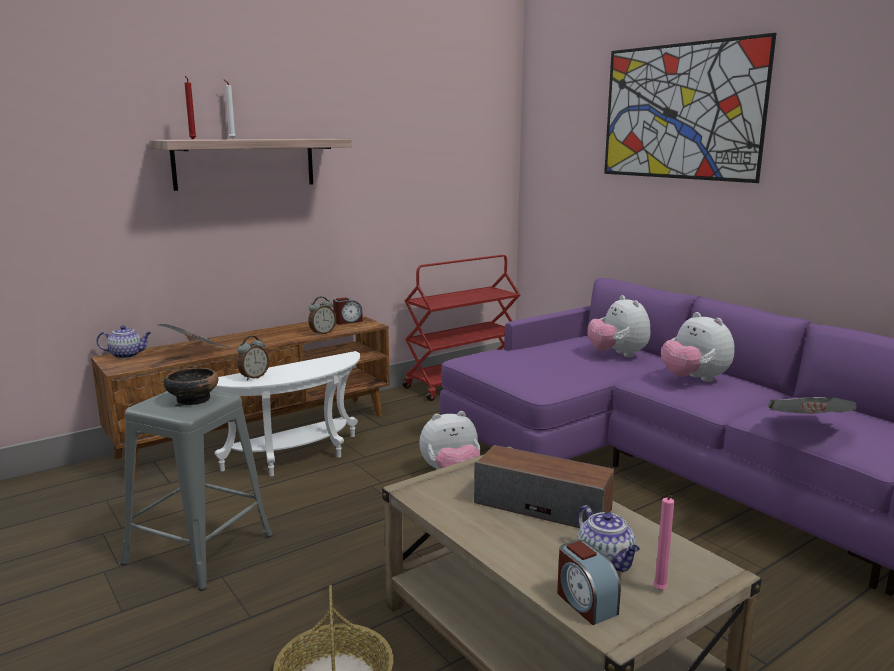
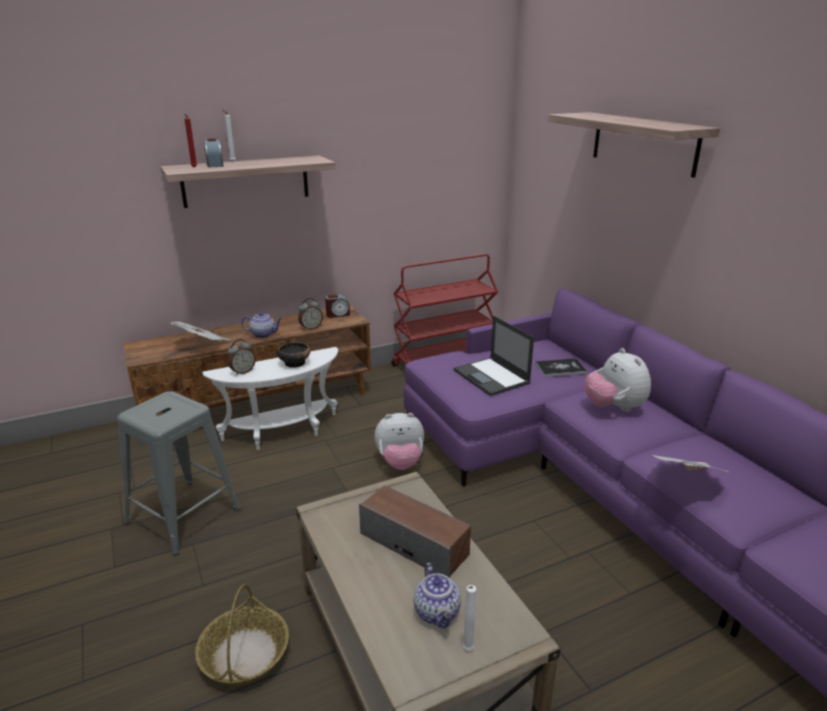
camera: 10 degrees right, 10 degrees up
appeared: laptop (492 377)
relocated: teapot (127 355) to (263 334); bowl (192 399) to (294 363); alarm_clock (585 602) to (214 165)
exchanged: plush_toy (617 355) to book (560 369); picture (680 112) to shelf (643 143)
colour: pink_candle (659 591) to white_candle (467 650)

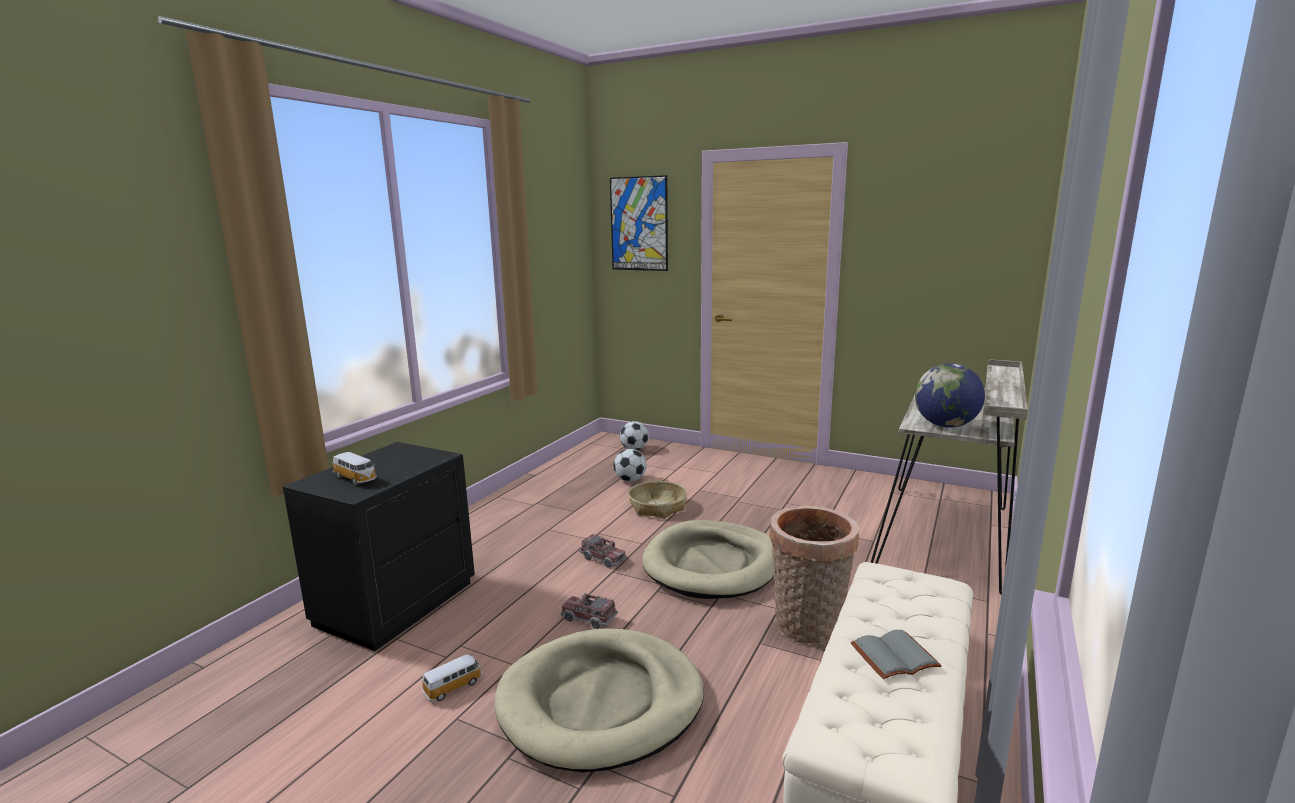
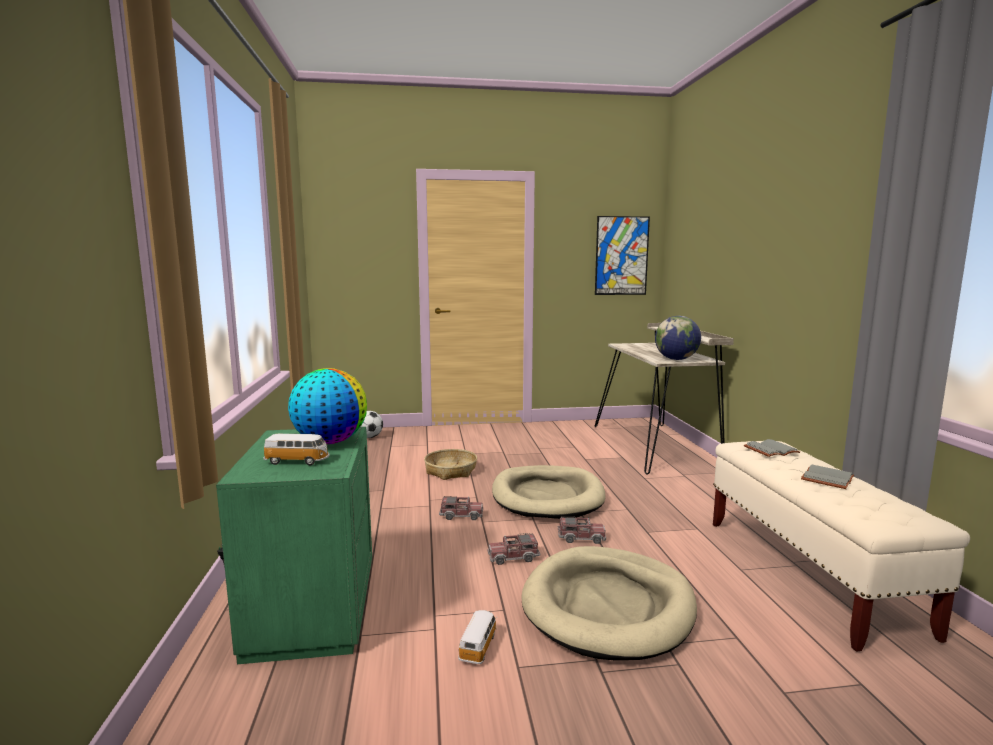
camera: 35 degrees left, 5 degrees down
missing: football (630 480); basket (808 629)
appeared: globe (330 442); toy_truck (581 538); grey_book (770 450)
relocated: picture (639 224) to (621 256)
colour: black_nightstand (394 603) to green_nightstand (310 609)

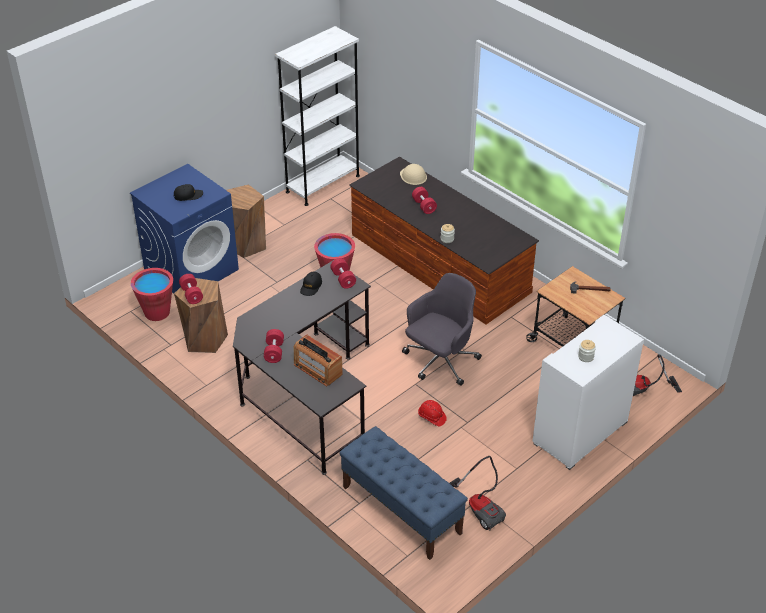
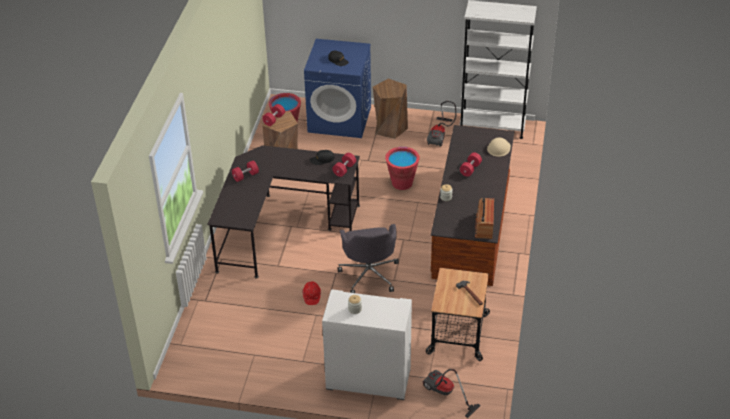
camera: 55 degrees right, 0 degrees up
missing: blue_bench (401 510)
relocated: radio (317 369) to (484 225); vacuum_cleaner (479 508) to (440 135)
spun: grey_office_chair (440 362) = (369 274) 75 degrees clockwise

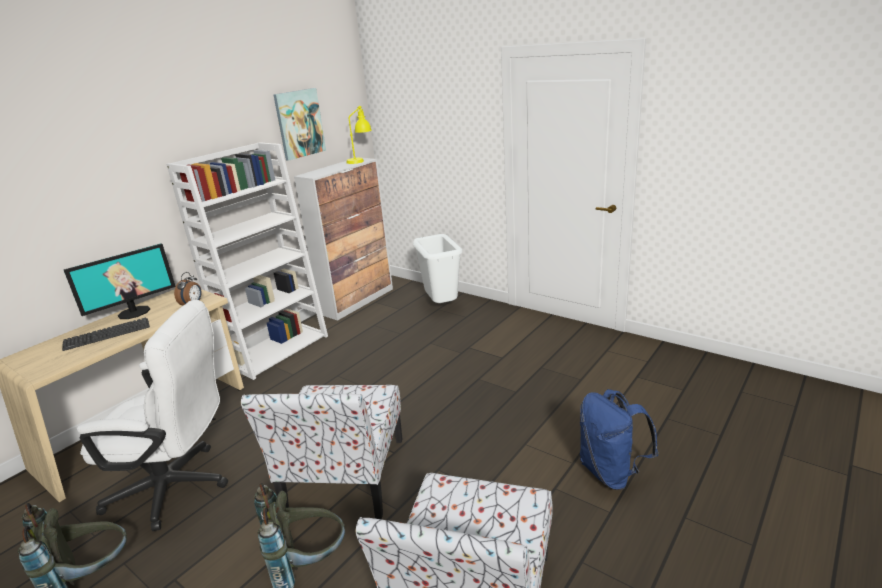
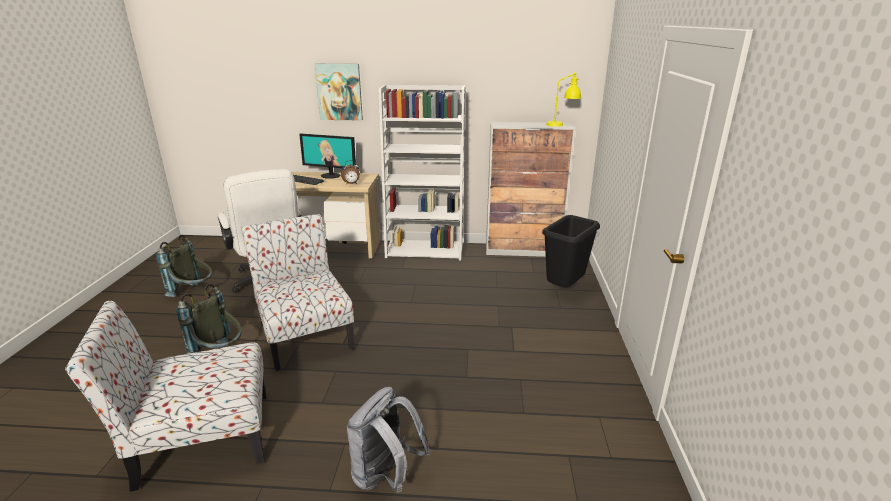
camera: 55 degrees right, 0 degrees up
relocated: picture (299 123) to (339 92)
colour: white_trash_can (441 305) to black_trash_can (564 288); blue_backpack (611 472) to grey_backpack (386 476)
spun: chair (345 478) = (305 334) 90 degrees clockwise

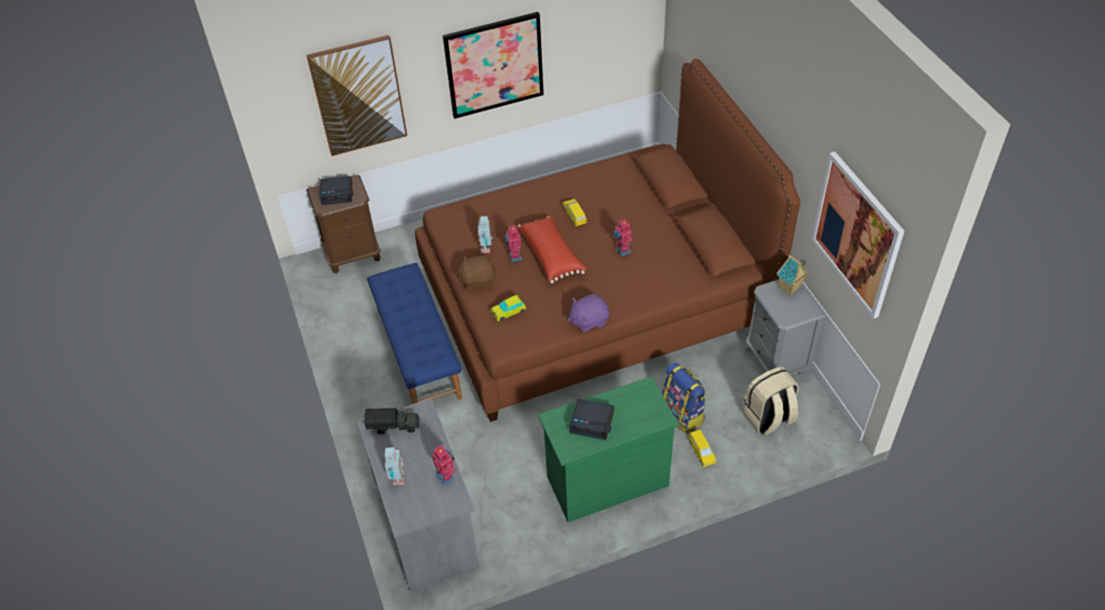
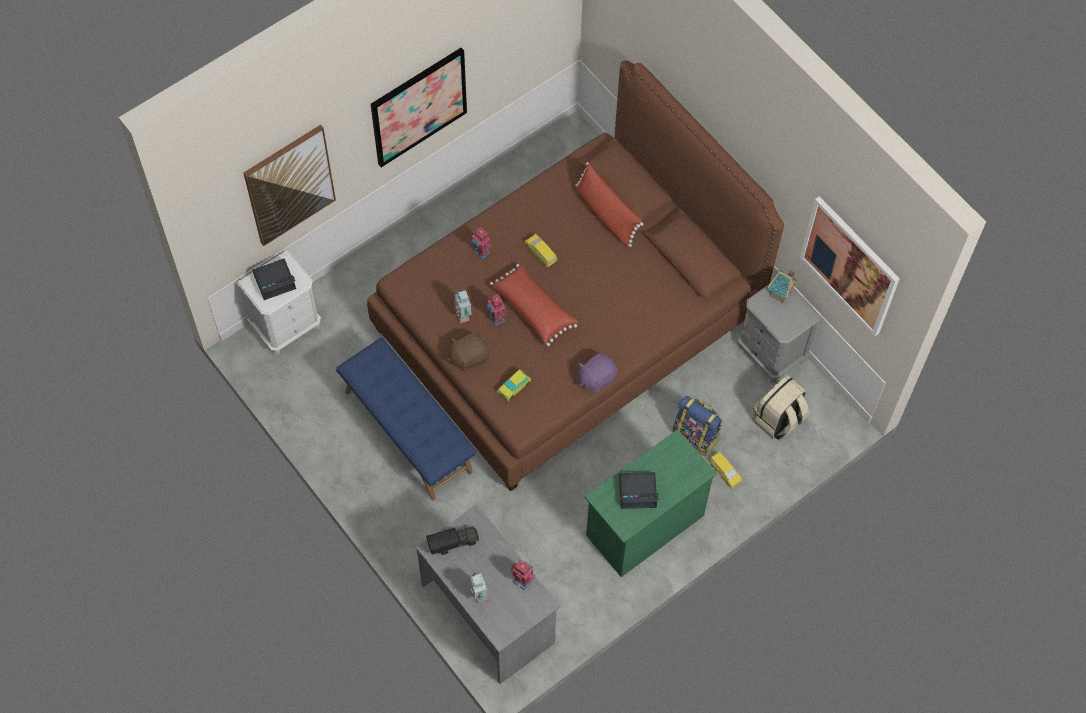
camera: 20 degrees left, 15 degrees up
appeared: red_pillow (606 214)
relocated: toy_robot (622 251) to (481 253)
colour: brown_nightstand (353 254) to white_nightstand (286 326)

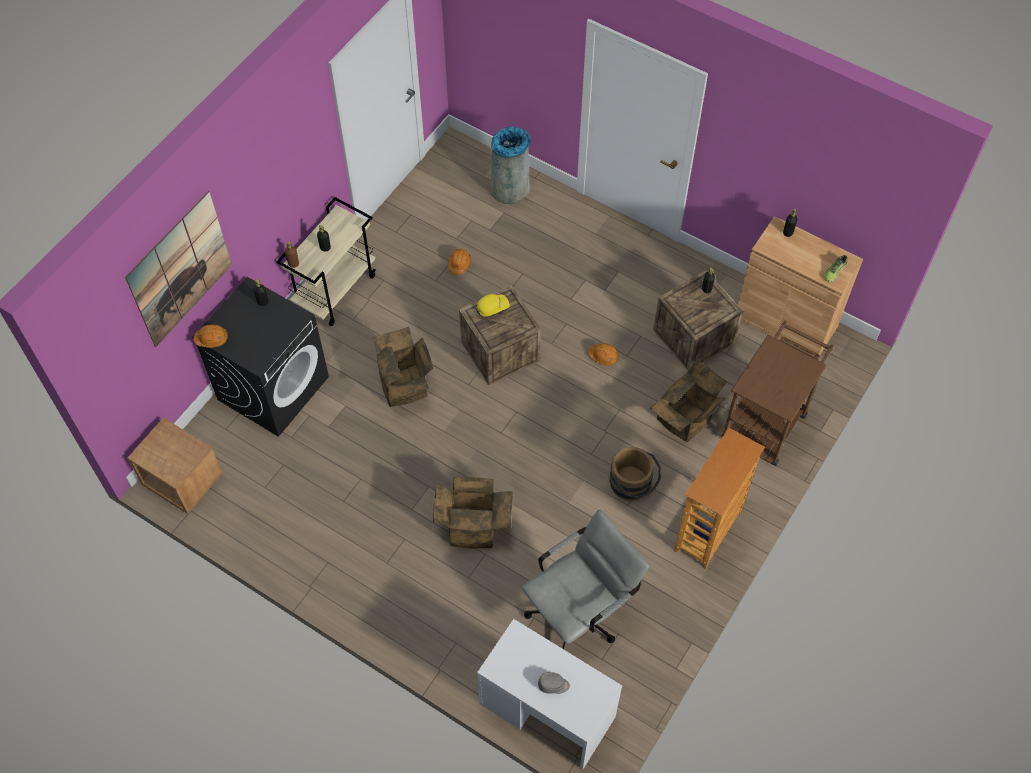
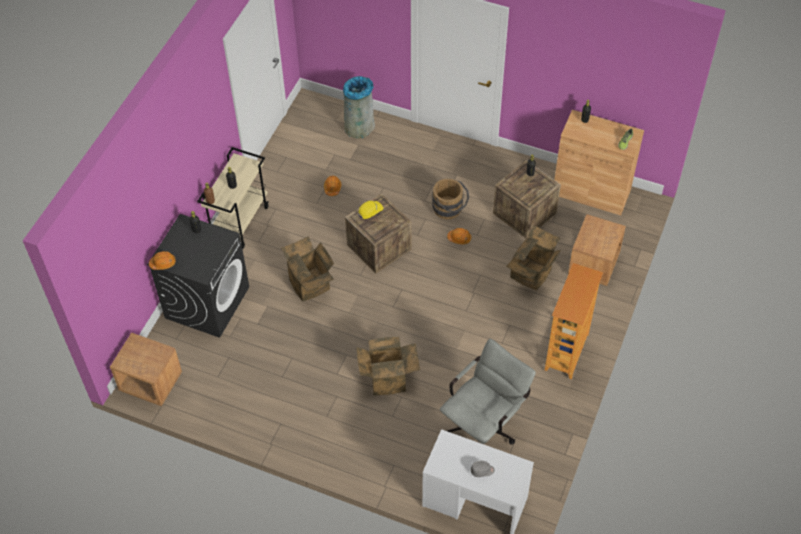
camera: 10 degrees left, 5 degrees down
missing: picture (180 269)
relocated: brown_bucket (632 486) to (449 209)
exchanged: brown_cart (767 420) to brown_nightstand (593 264)

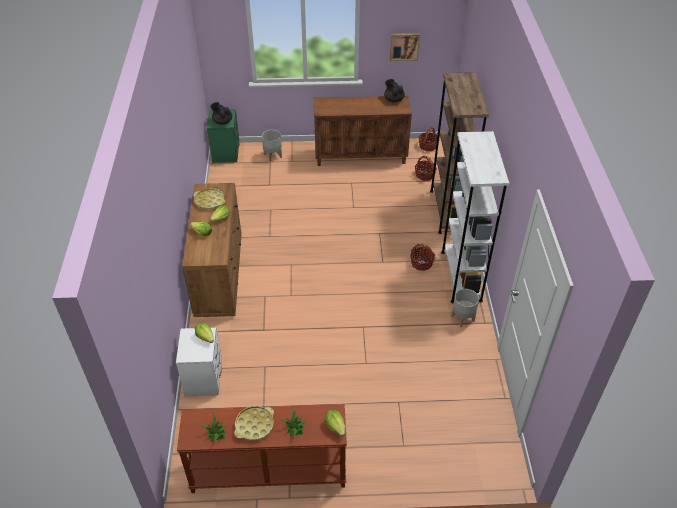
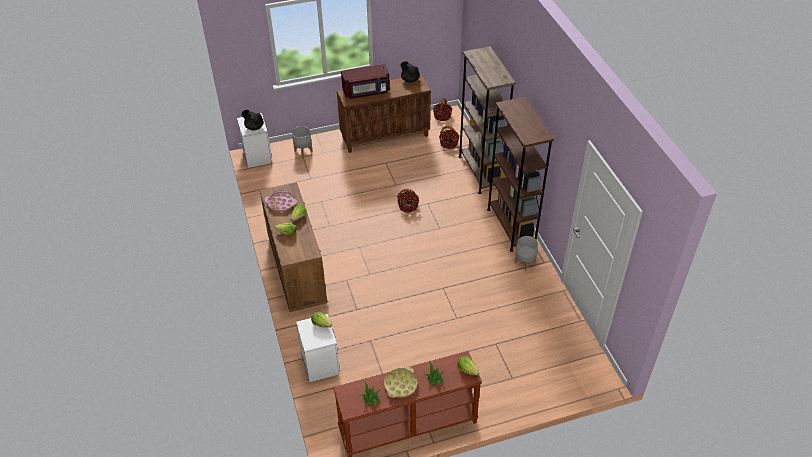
camera: 15 degrees left, 0 degrees up
missing: picture (404 46)
appeared: red_microwave (366 91)
relocated: basket (421 263) to (408 206)
colour: yellow_tray (209 201) to pink_tray (281 203); green_nightstand (226 152) to white_nightstand (257 155); white_bookcase (461 276) to brown_bookcase (511 227)

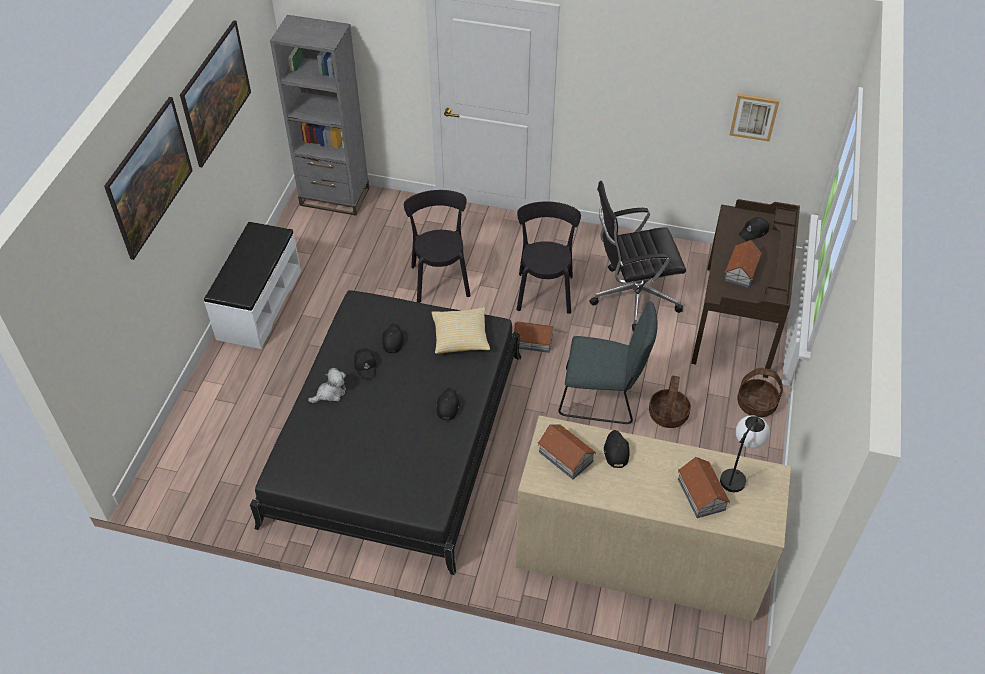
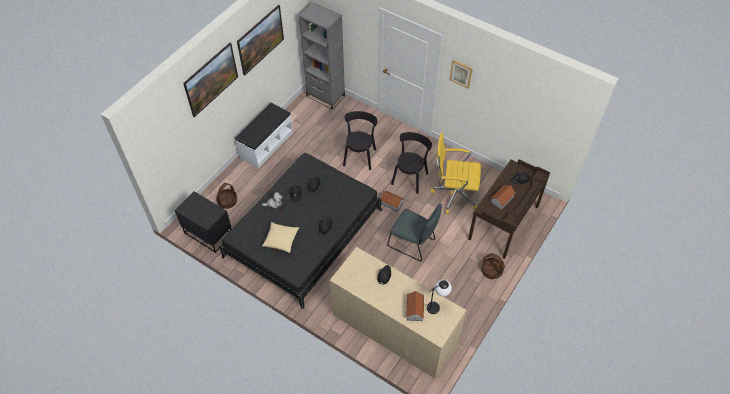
camera: 20 degrees right, 5 degrees up
missing: toy_house (566 457)
appeared: black_nightstand (208 233)
relocated: pillow (460 338) to (281 240); basket (668 414) to (227 201); picture (754 116) to (461 73)
colour: black_office_chair (632 297) to yellow_office_chair (454 194)

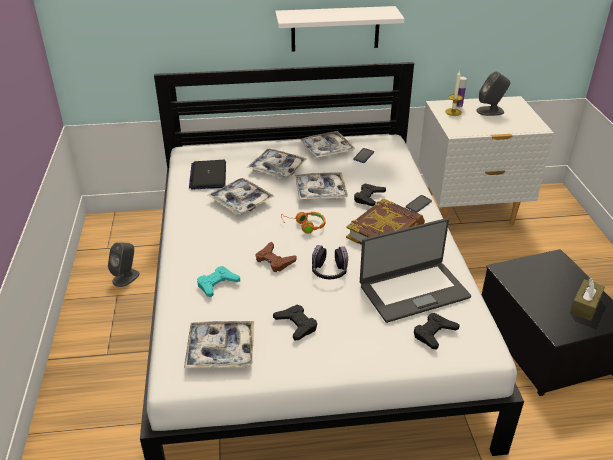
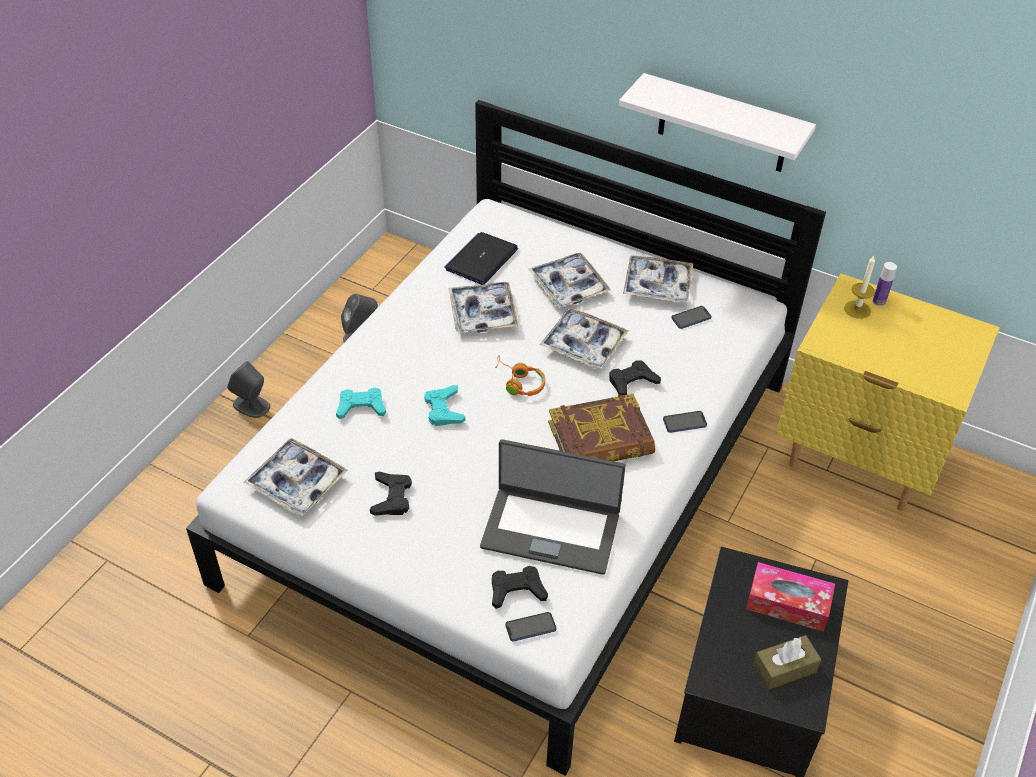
camera: 35 degrees right, 10 degrees up
missing: headphones (329 272)
appeared: phone (530 627); tissue_box (787 604)
relocated: grey_speaker (490 111) to (252 405)
colour: brown_game_controller (274 260) to turquoise_game_controller (444 410); white_nightstand (470 212) to yellow_nightstand (857 460)

